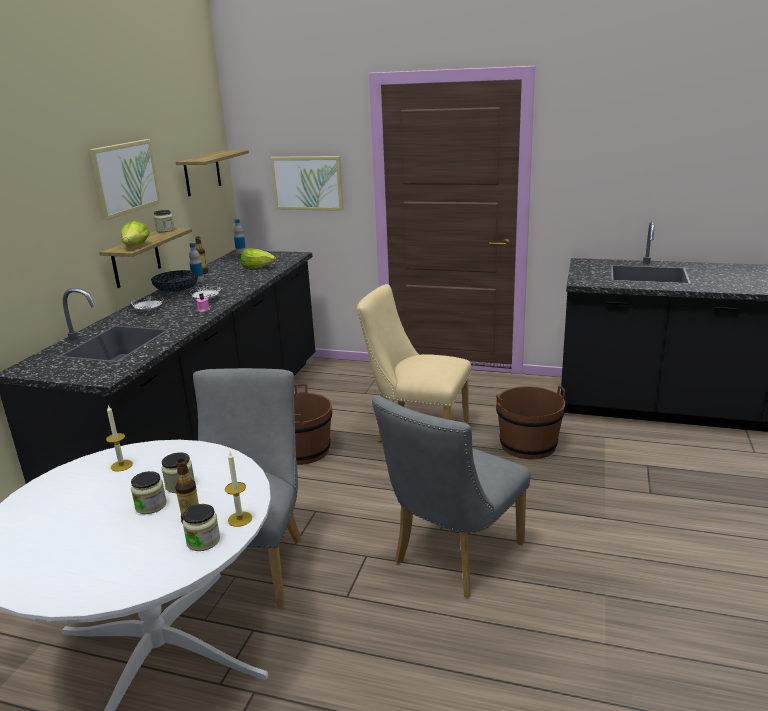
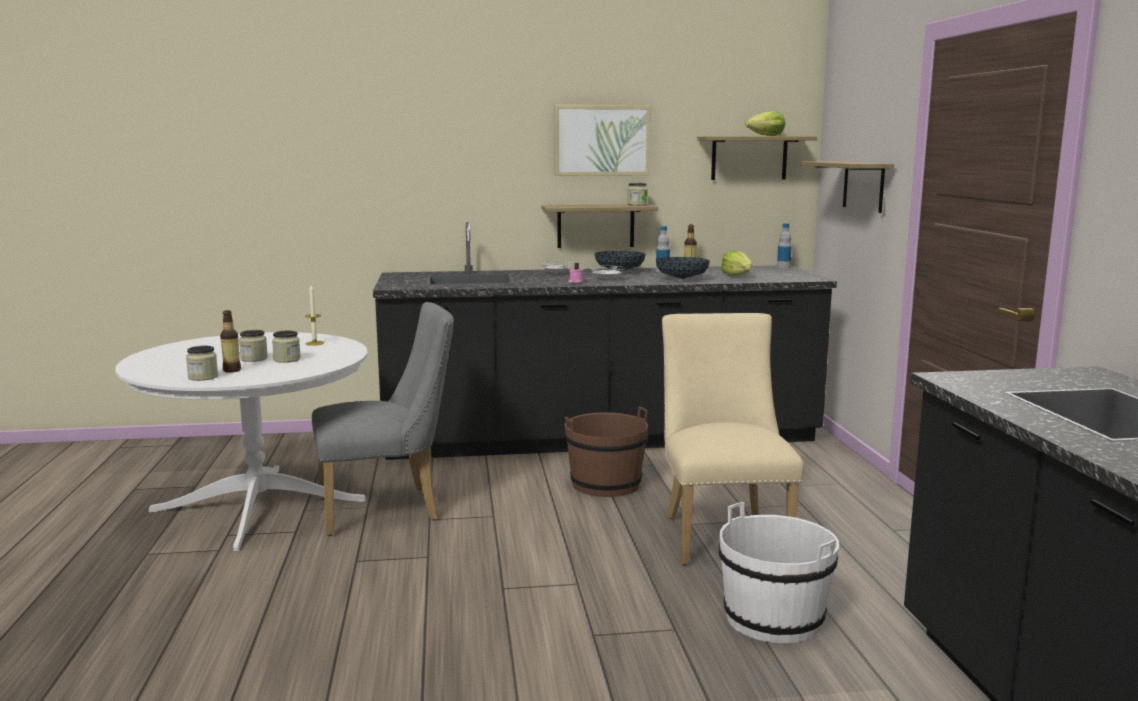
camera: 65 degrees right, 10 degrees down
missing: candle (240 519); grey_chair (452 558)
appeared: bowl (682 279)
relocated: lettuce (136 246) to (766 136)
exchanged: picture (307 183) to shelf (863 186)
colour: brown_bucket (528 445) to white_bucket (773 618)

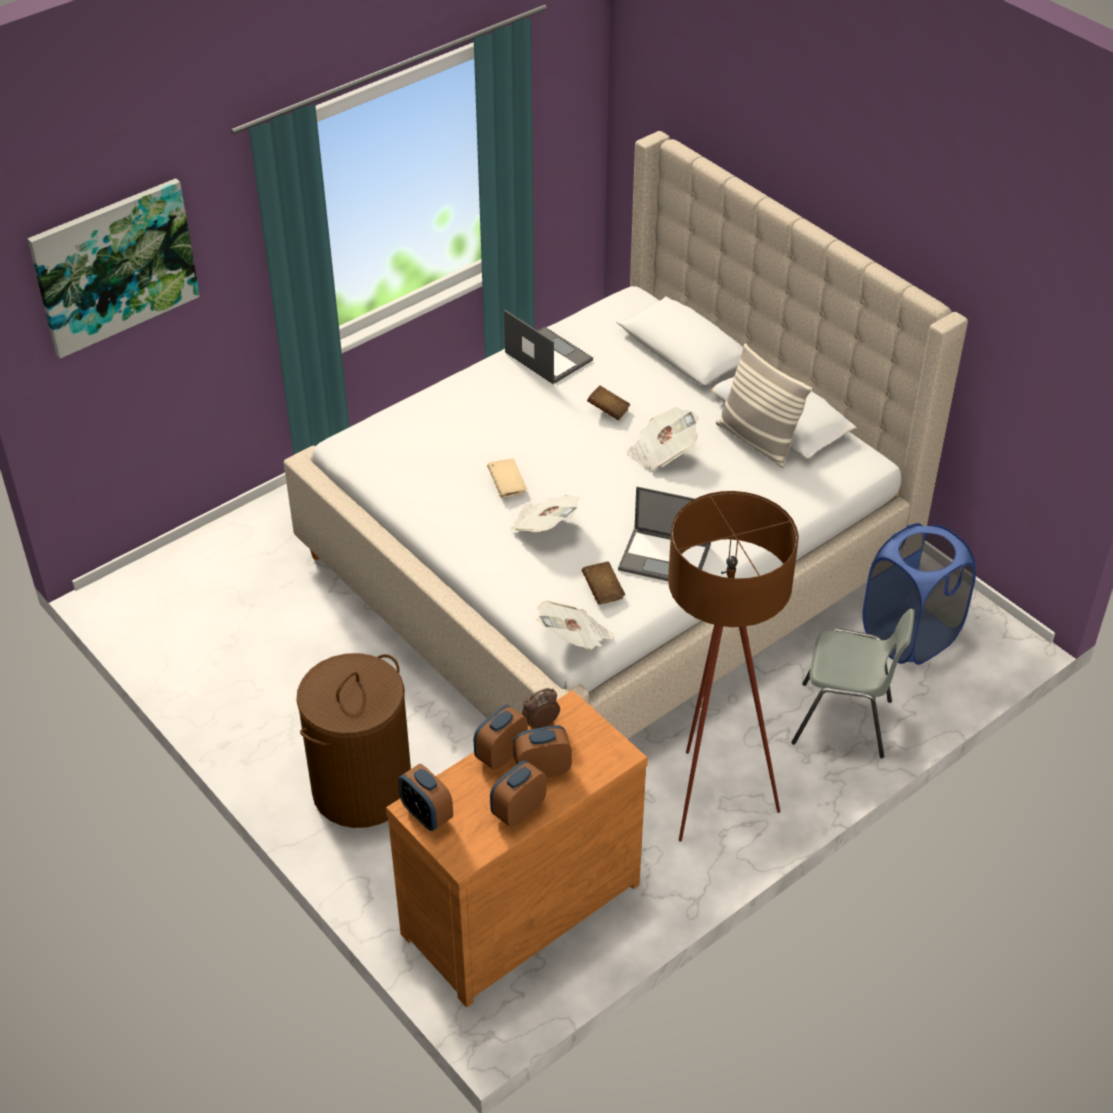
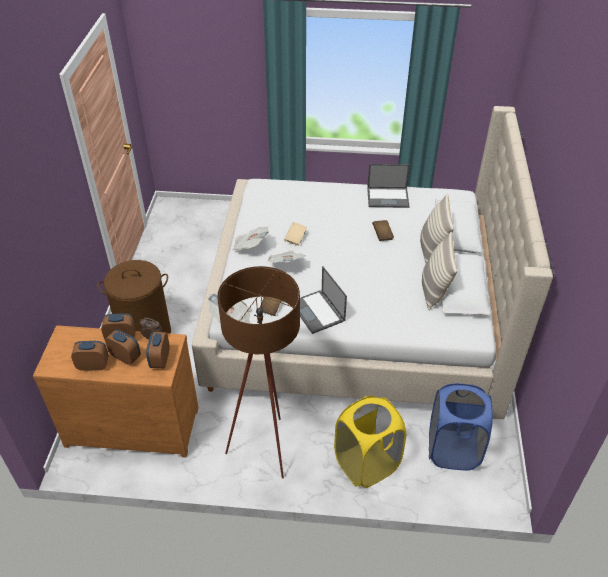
camera: 45 degrees right, 0 degrees up
missing: picture (114 266)
appeared: pillow (431 250)
relocated: alarm_clock (426 815) to (160 360); newspaper (661 452) to (250 246)
exchanged: grey_chair (845 722) to yellow_laundry_basket (366 464)
spun: laptop (547 356) = (388 197) 90 degrees clockwise

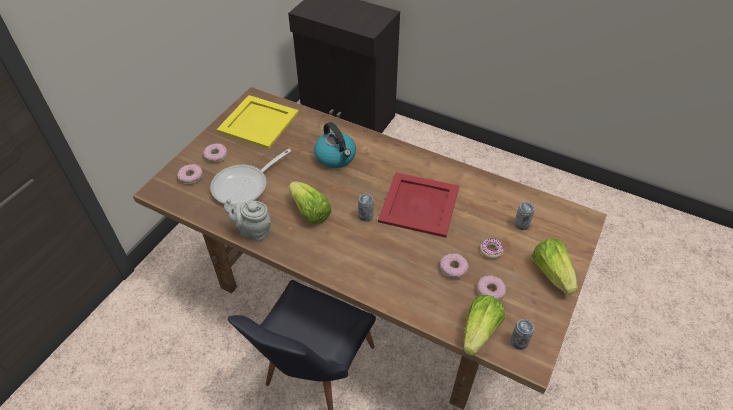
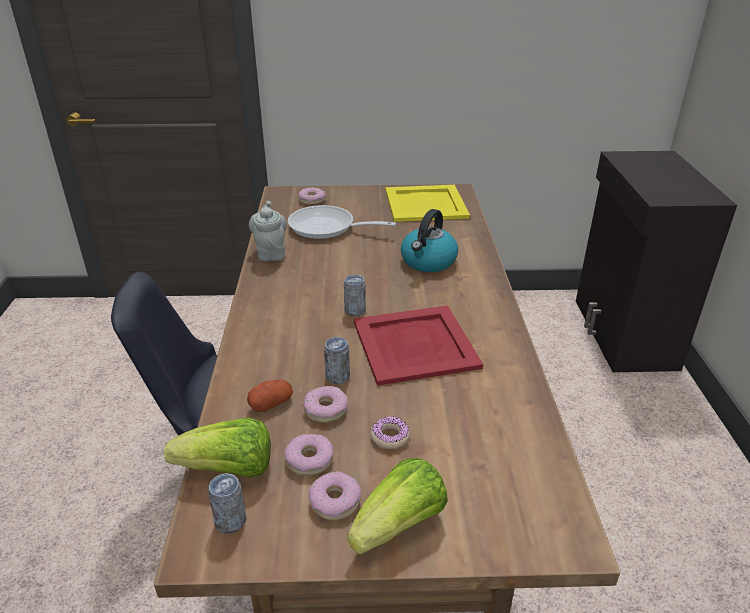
camera: 60 degrees right, 15 degrees down
missing: lettuce (310 212)
appeared: potato (271 403)
relocated: donut (216 156) to (335 501); can (521 224) to (337 377)

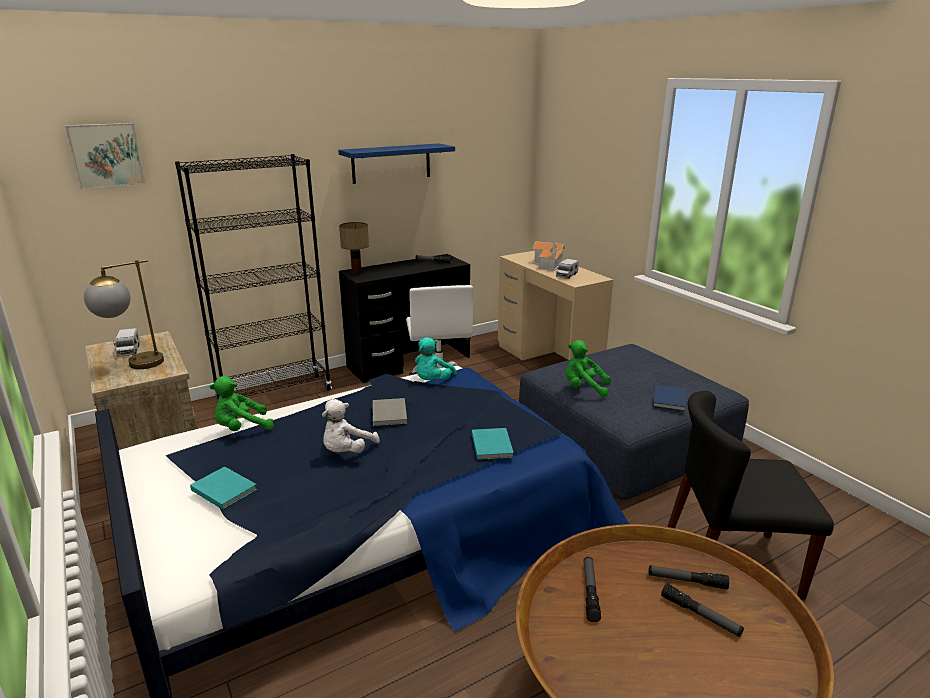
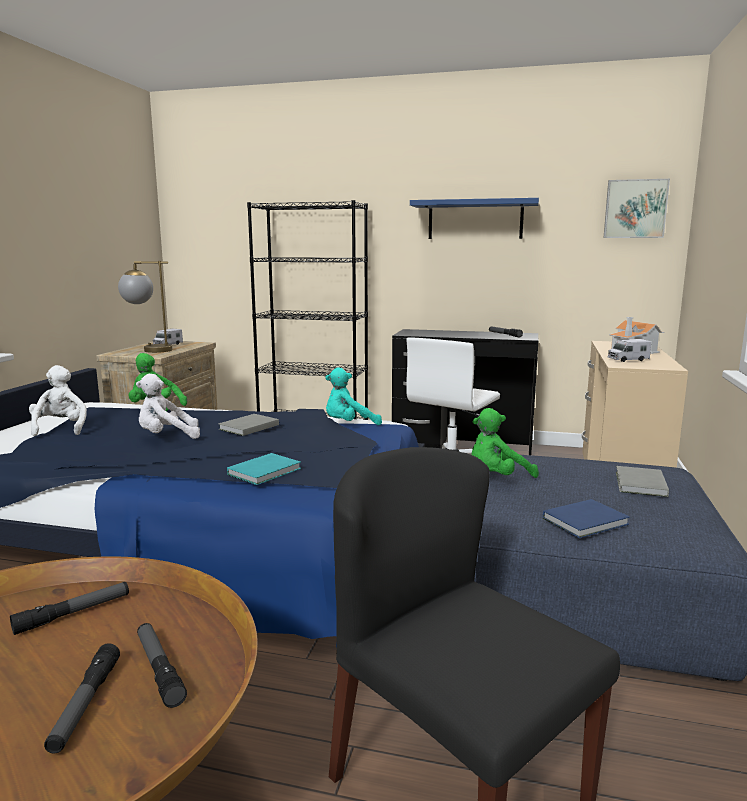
camera: 45 degrees right, 10 degrees down
missing: table_lamp (356 272)
appeared: grey_book (639 484)
relocated: picture (106 155) to (635 209)
exchanged: turquoise_book (224 489) to white_plush_toy (60 429)
spun: green_plush_toy (584 388) = (497 478) 90 degrees counterclockwise

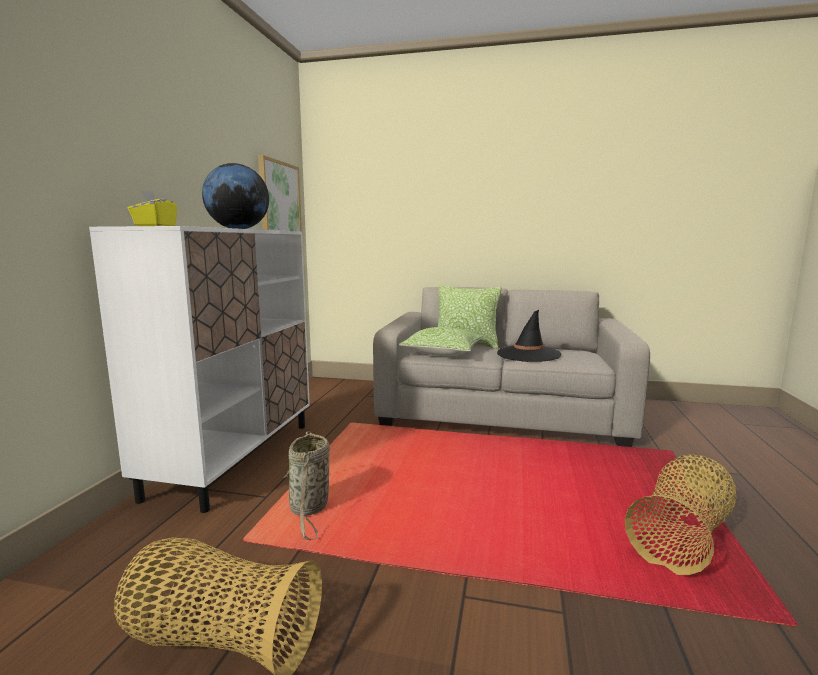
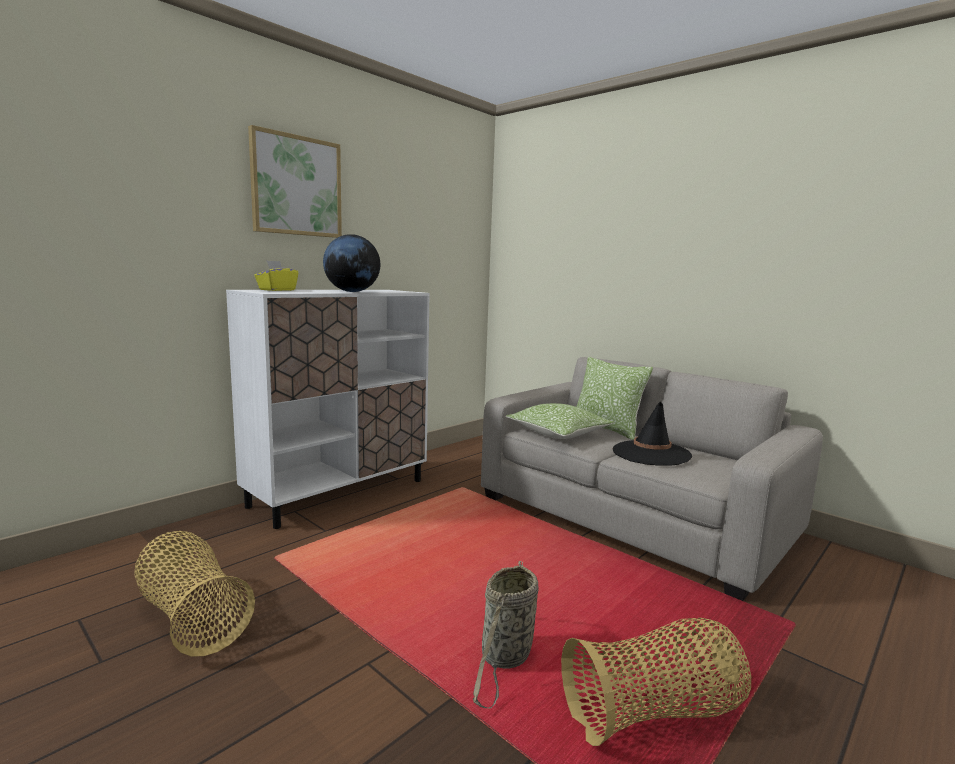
camera: 30 degrees right, 0 degrees up
relocated: picture (279 200) to (296 186); basket (309 509) to (505 658)

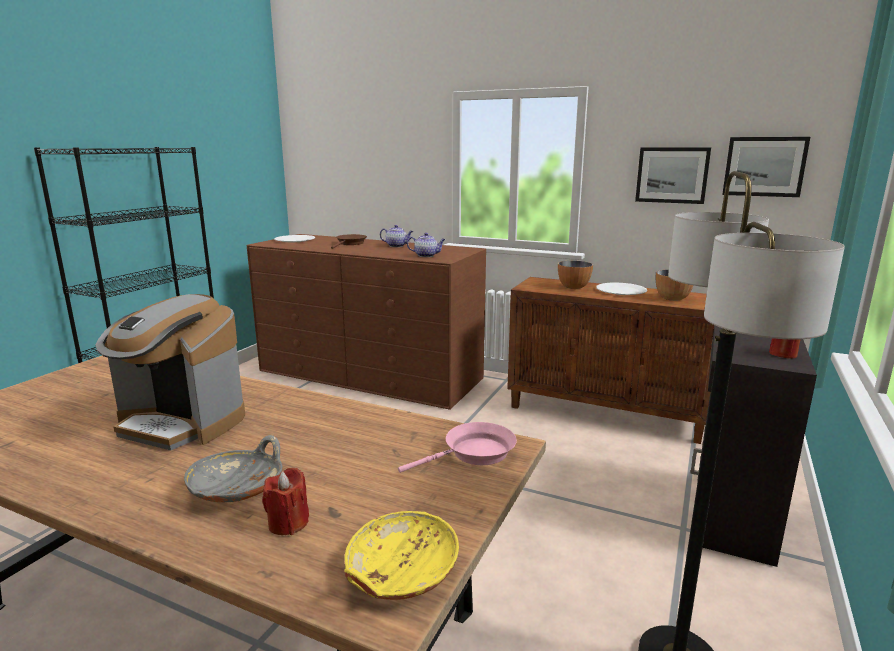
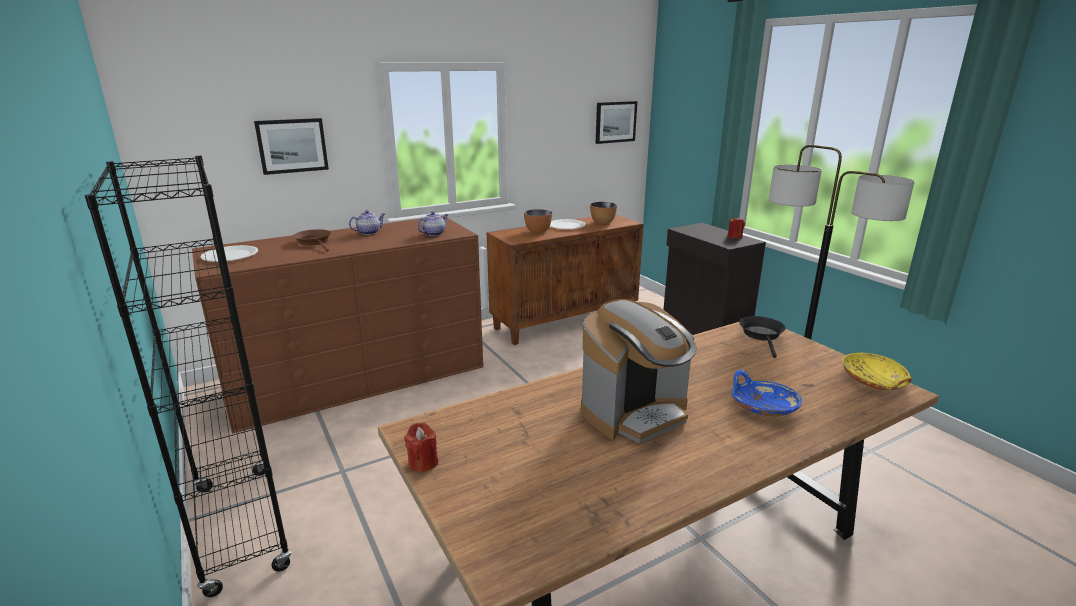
camera: 55 degrees left, 5 degrees up
relocated: red_candle (288 523) to (423 463); picture (672 175) to (292 145)
colour: grey_bowl (239 488) to blue_bowl (762 407); pink_frying_pan (474 454) to black_frying_pan (762 335)

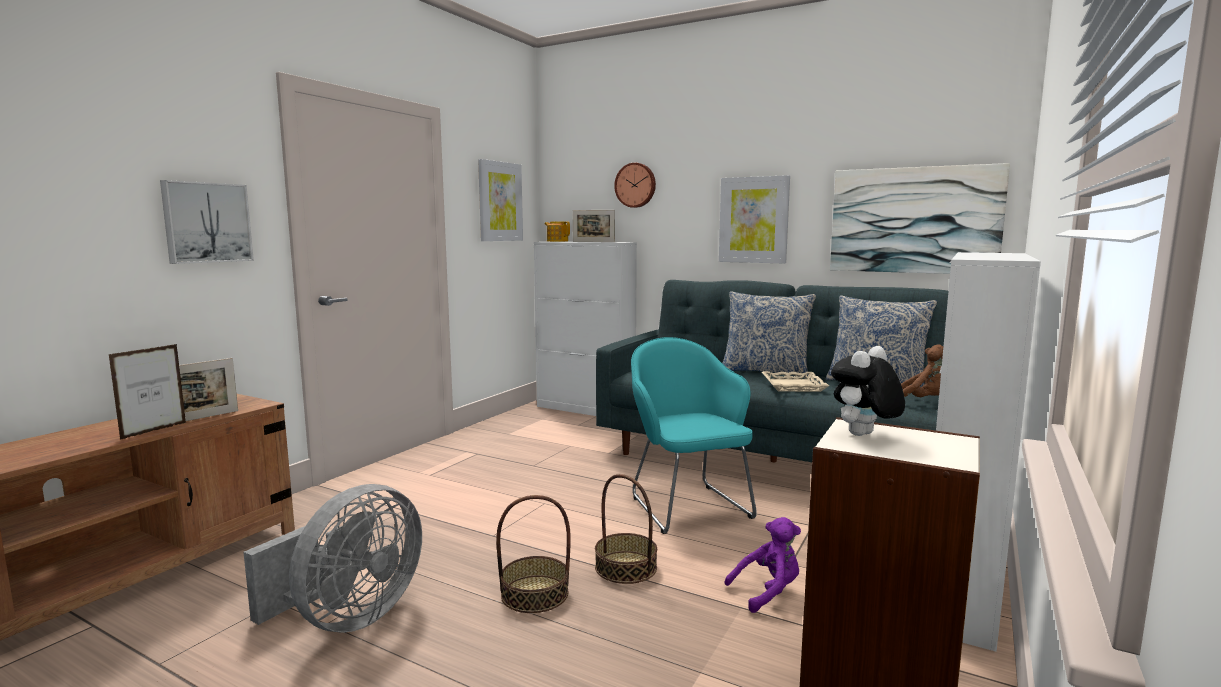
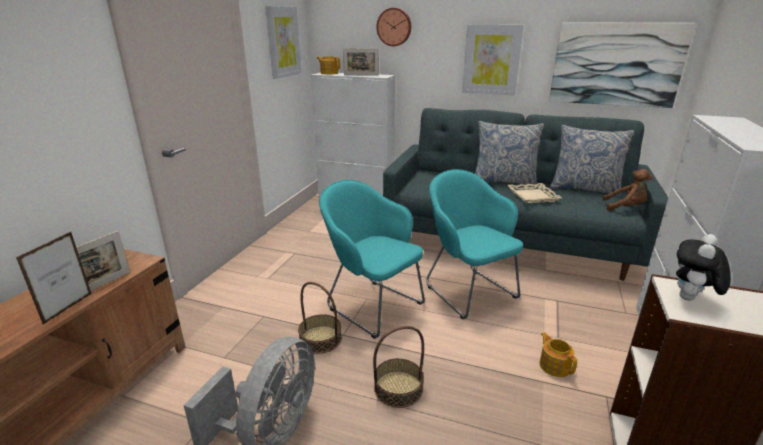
camera: 10 degrees left, 15 degrees up
missing: picture (206 222)
appeared: turquoise_armchair (371 305)
relocated: basket (626 567) to (320 339)
exchanged: purple_plush_toy (768 592) to teapot (554 365)

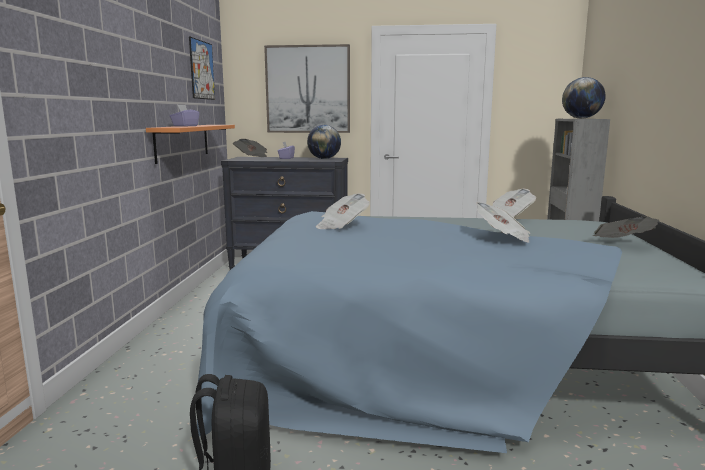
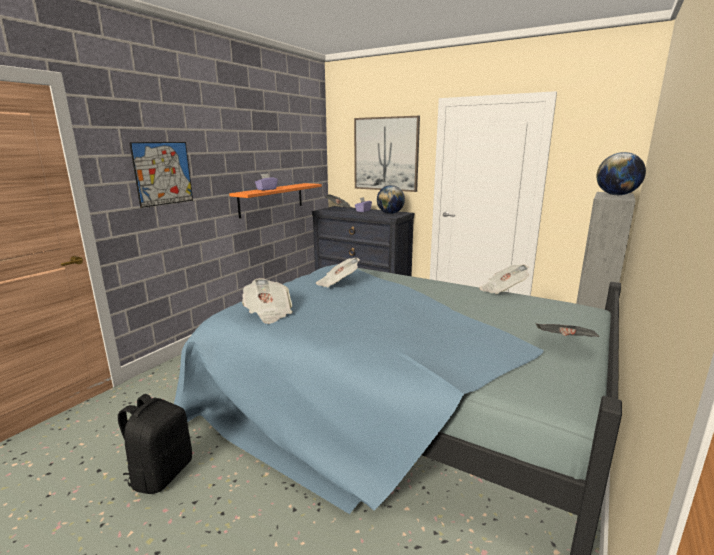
camera: 25 degrees right, 5 degrees up
relocated: picture (202 70) to (163 173); newspaper (503 237) to (268 313)

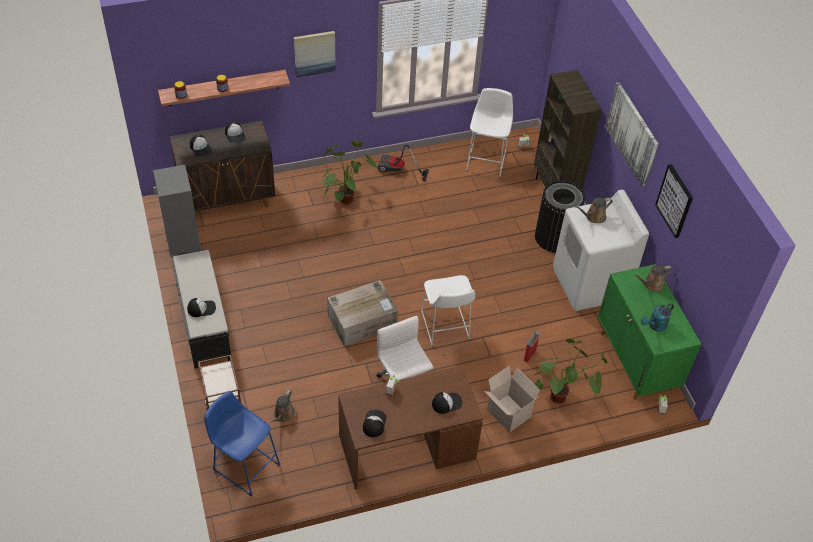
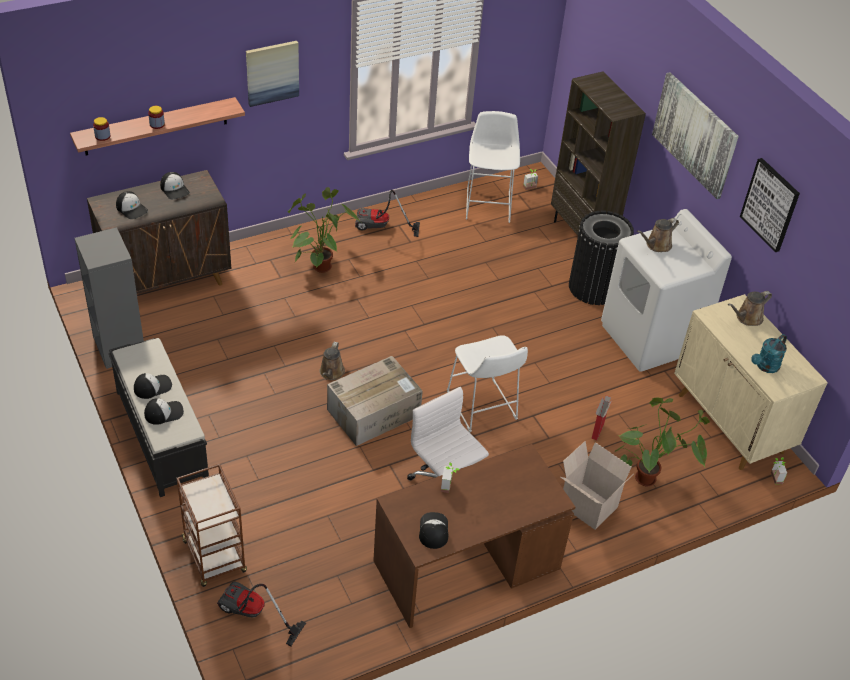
camera: 10 degrees left, 5 degrees down
relocated: brown_watering_can (283 415) to (331 373); cap (446 403) to (152 386)
exchanged: blue_stool (244 465) to vacuum_cleaner (252 616)
colour: green_cabinet (636 361) to beige_cabinet (731 424)

